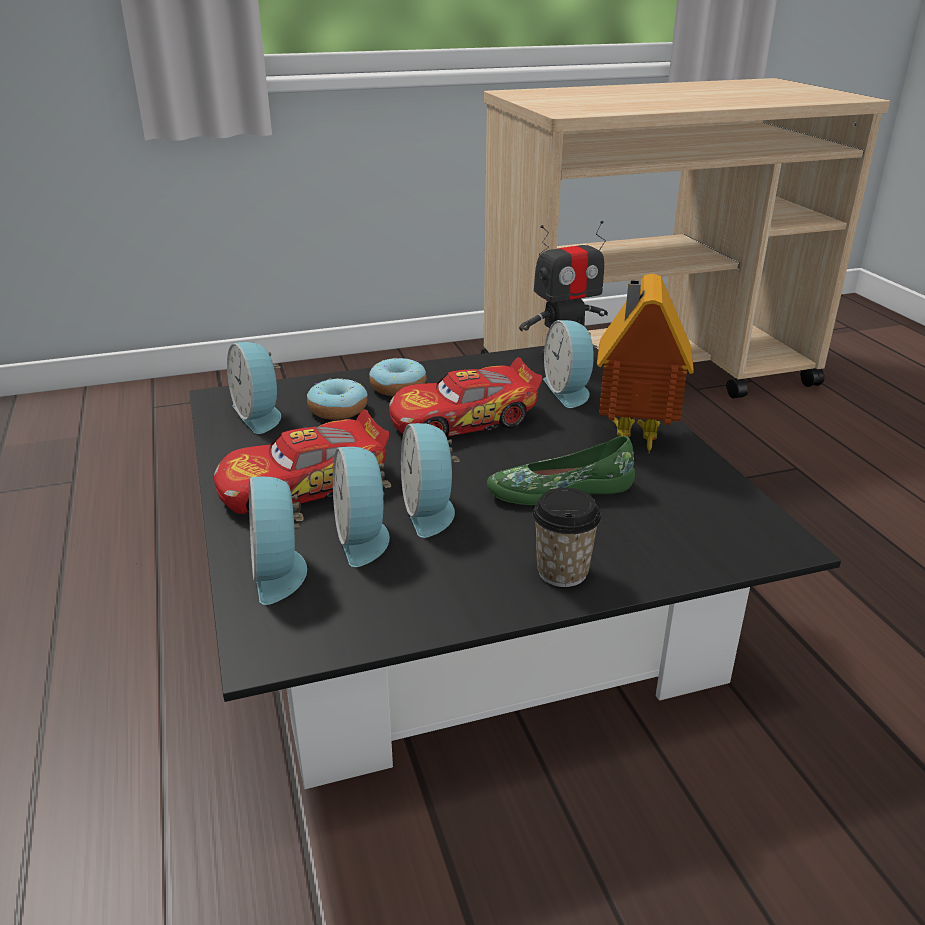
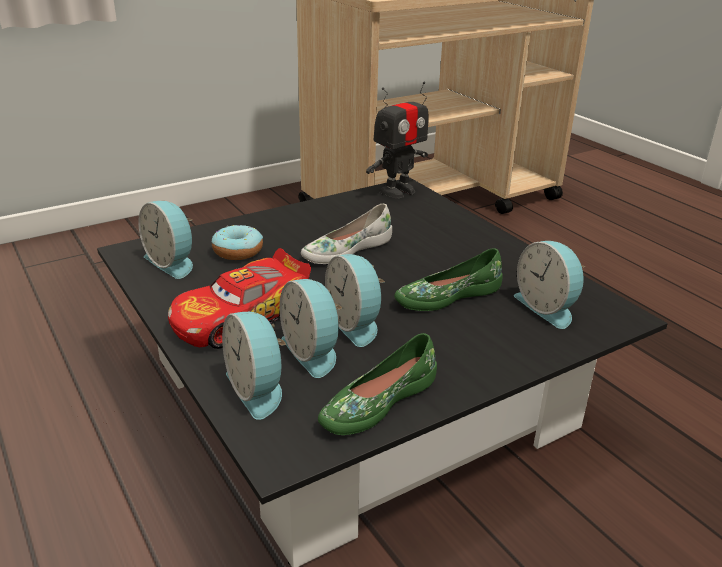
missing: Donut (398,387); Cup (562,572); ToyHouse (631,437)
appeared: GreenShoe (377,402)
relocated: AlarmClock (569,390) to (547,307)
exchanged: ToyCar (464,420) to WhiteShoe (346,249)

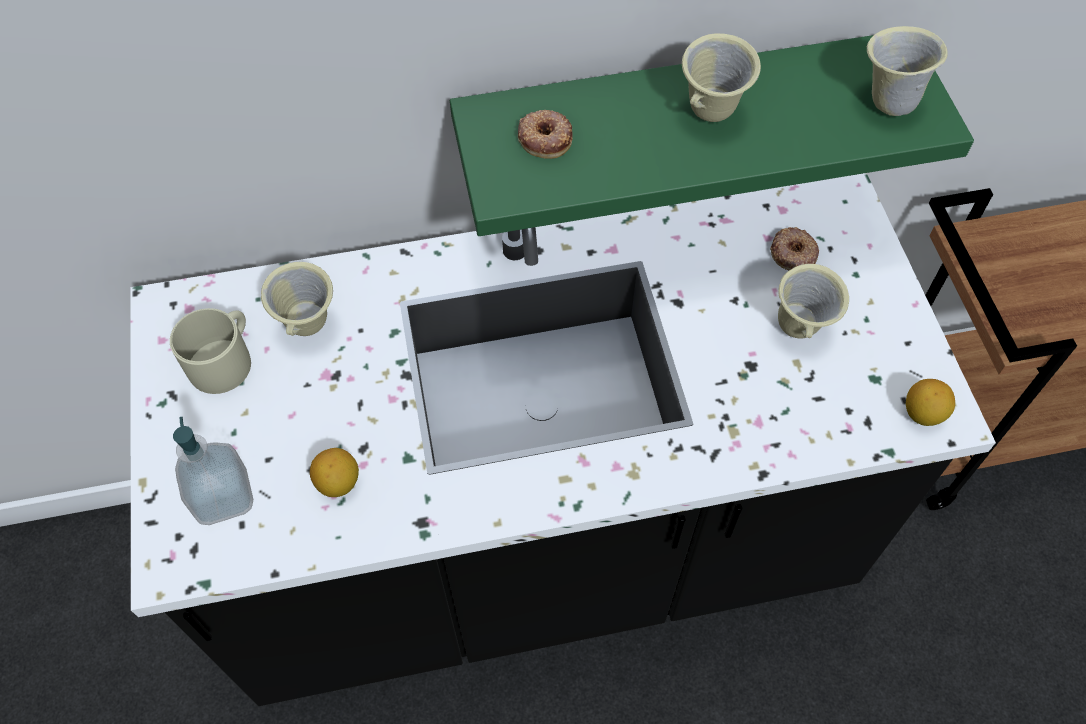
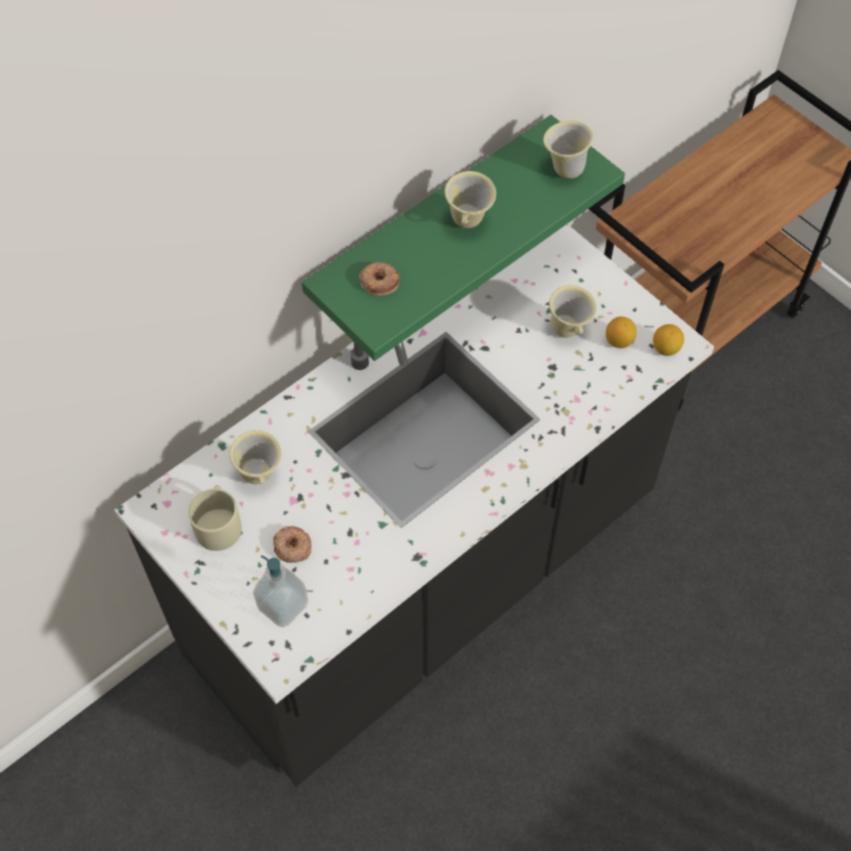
relocated: Donut (793,254) to (292,547); Lemon (339,483) to (619,341)

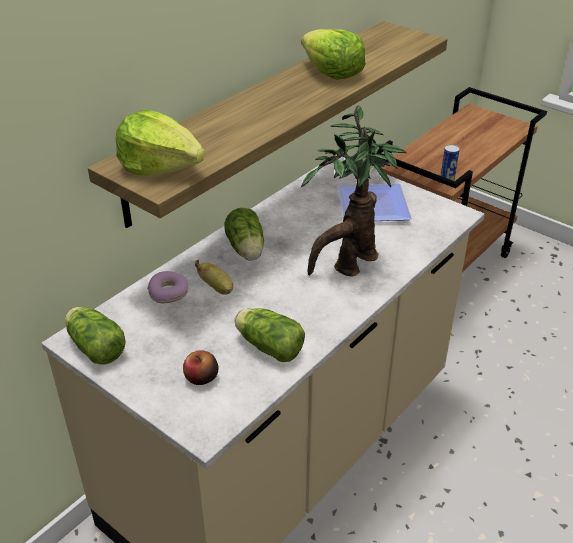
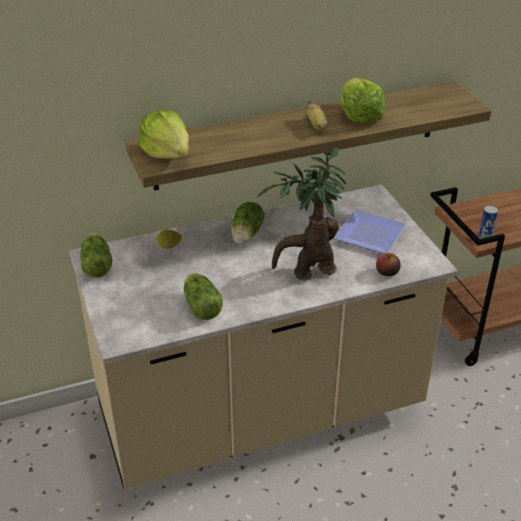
relocated: Banana (217,288) to (316,126); Apple (201,377) to (387,272)
exchanged: Donut (168,292) to Lemon (169,246)

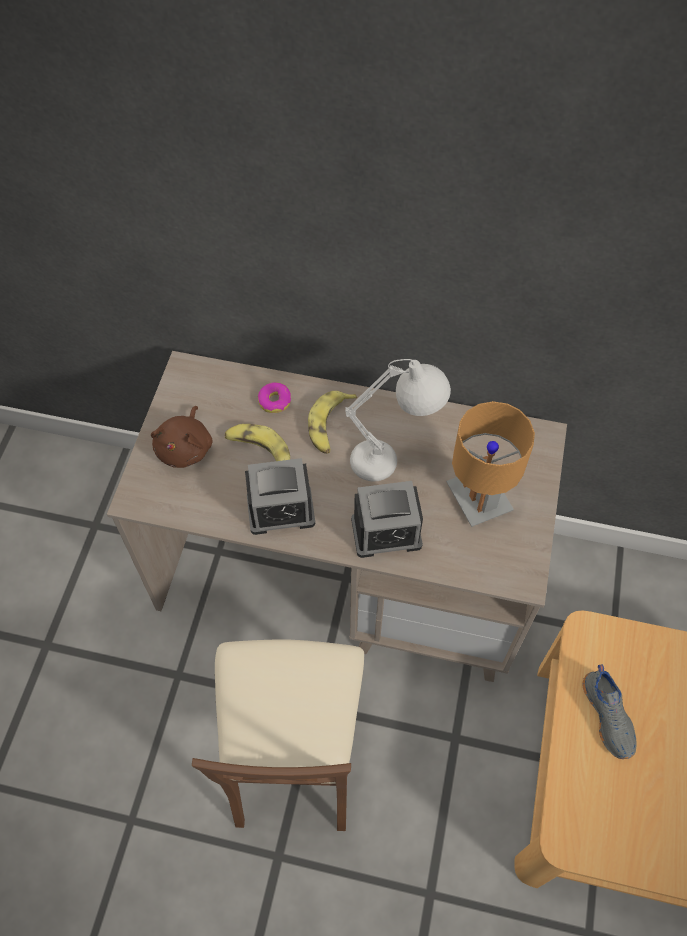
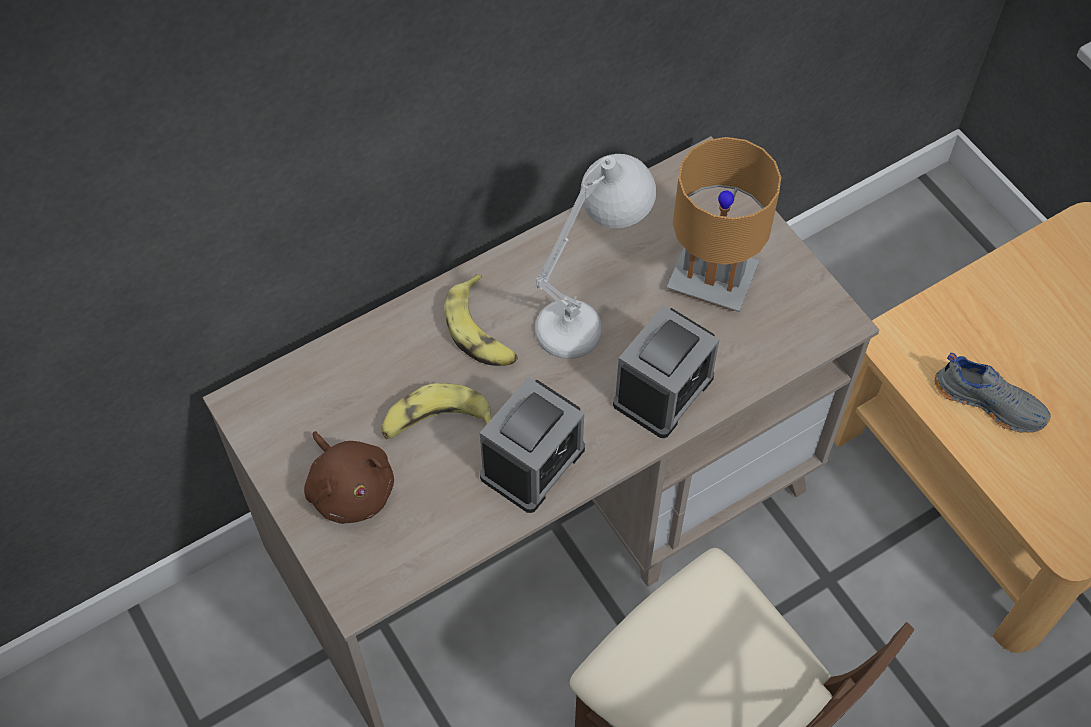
missing: Donut (275,401)

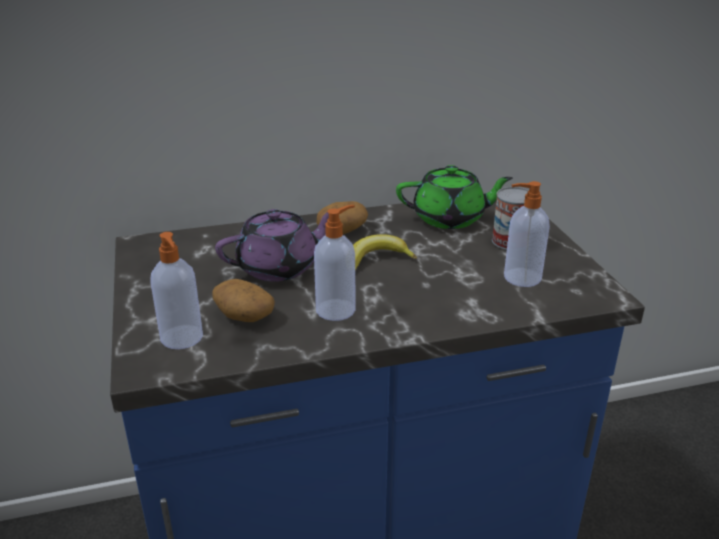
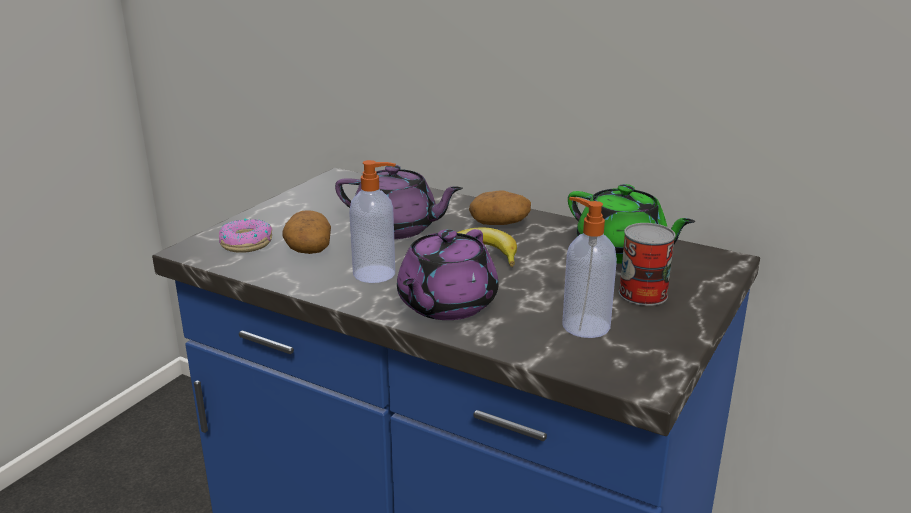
appeared: PurpleTeapot (445,305)
exchanged: SoapDispenser (182,338) to Donut (246,243)

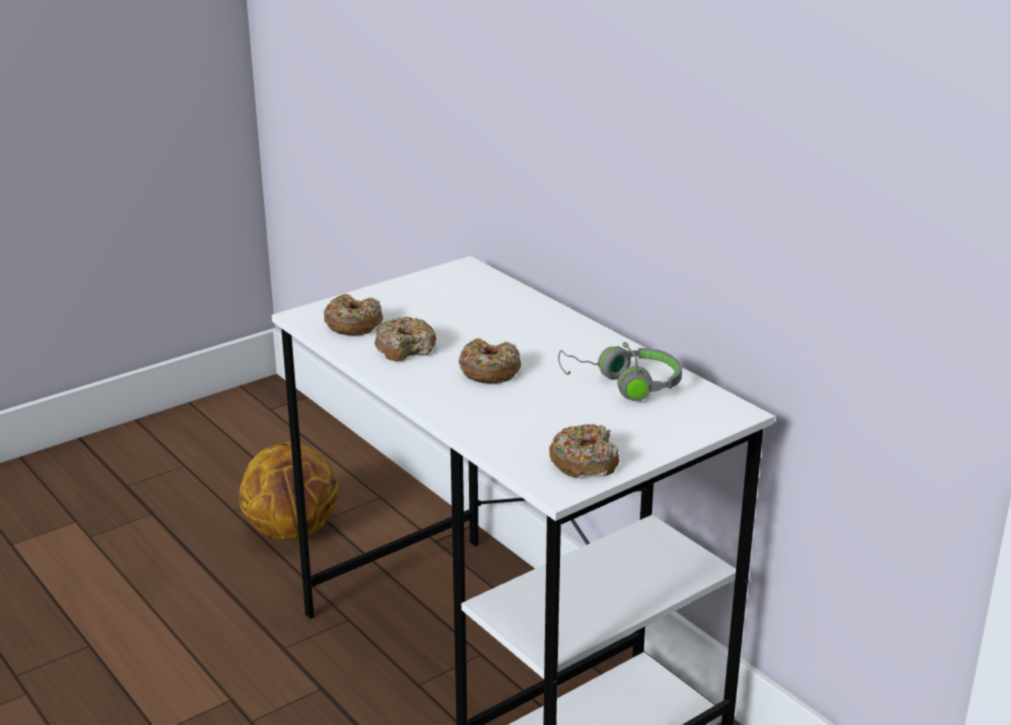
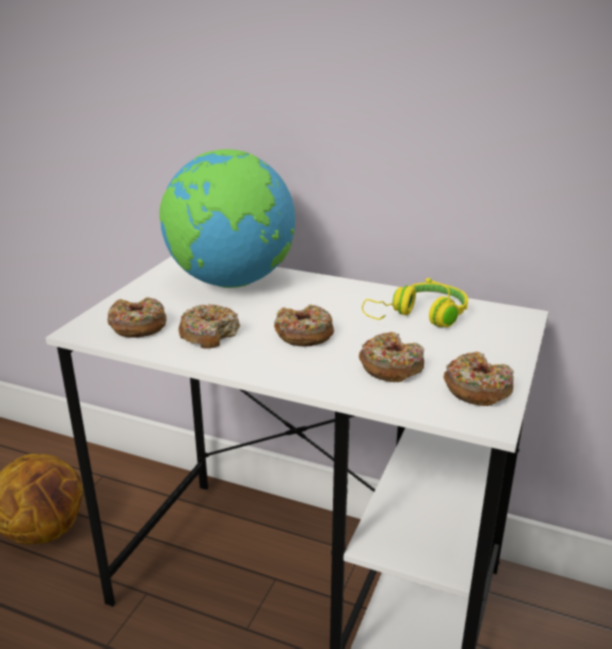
appeared: Globe (231,282); Donut (391,367)
colour: GreyHeadphones (624,385) to YellowHeadphones (420,317)

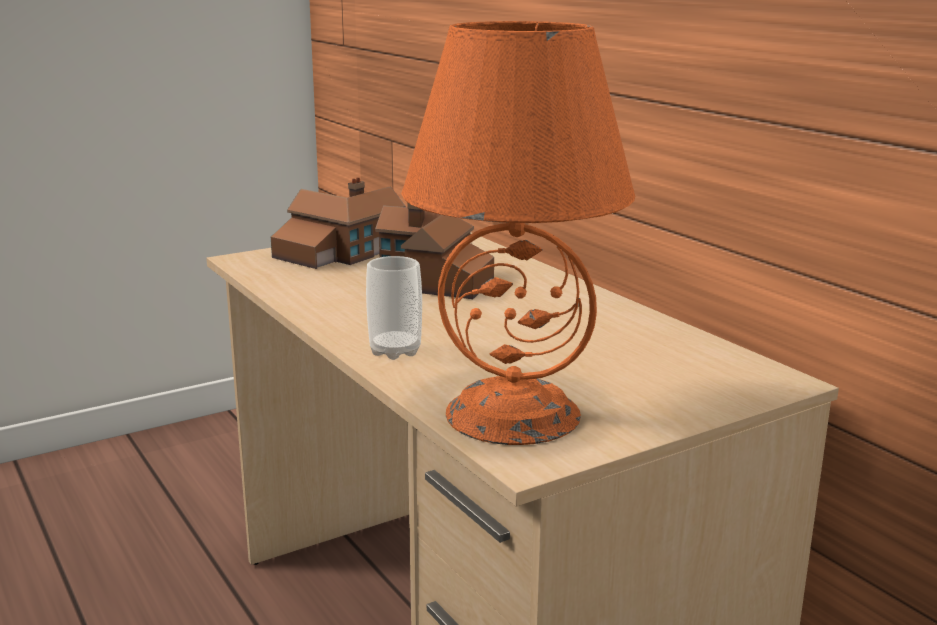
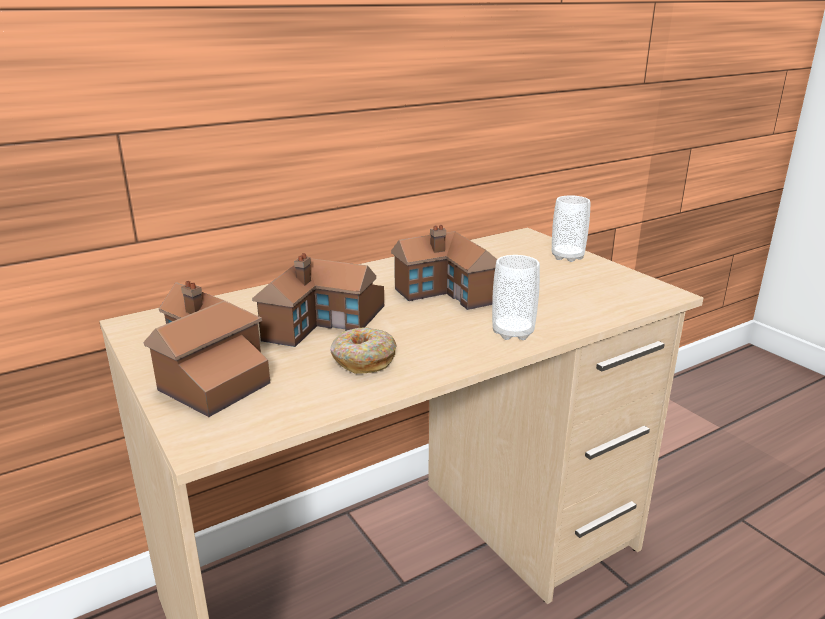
missing: OrangeTableLamp (514,413)
appeared: Donut (362,360); ToyHouse (456,293); Cup (567,257)

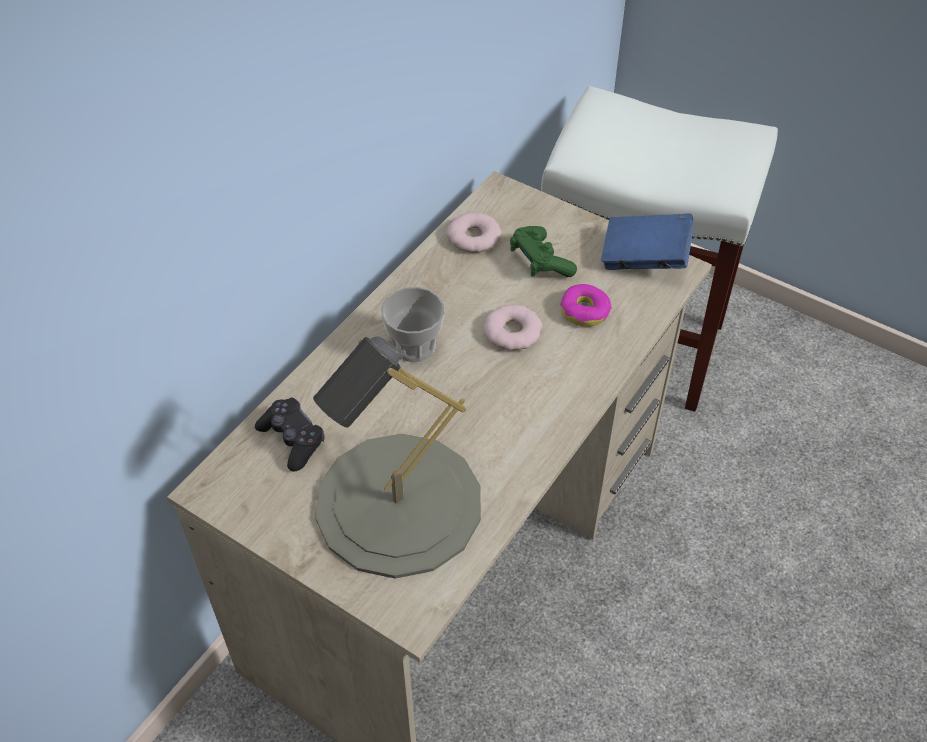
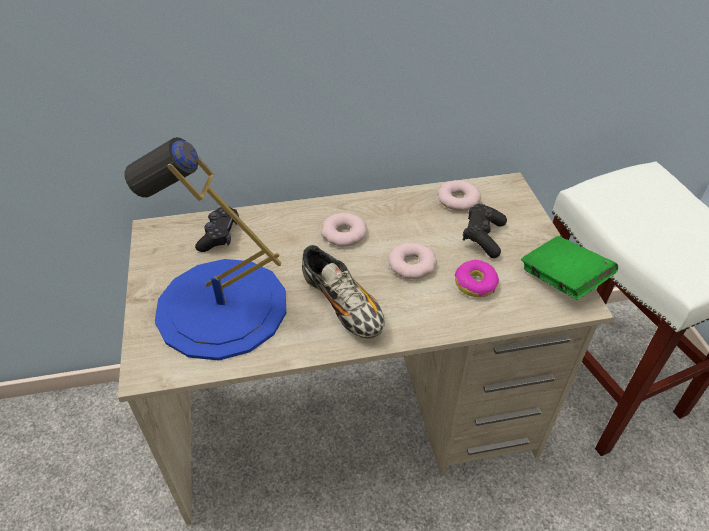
appeared: Shoe (342,305)
exchanged: Cup (414,346) to Donut (344,233)
colour: GreyTableLamp (399,504) to BlueTableLamp (221,307); GreenGameController (540,262) to BlackGameController (483,237); BlueBook (644,258) to GreenBook (562,280)

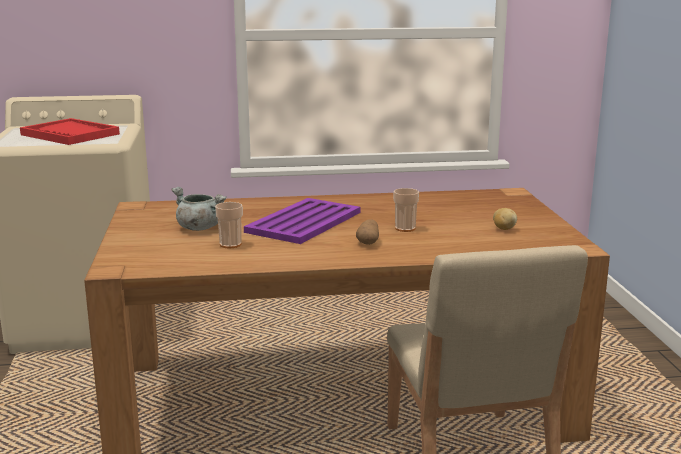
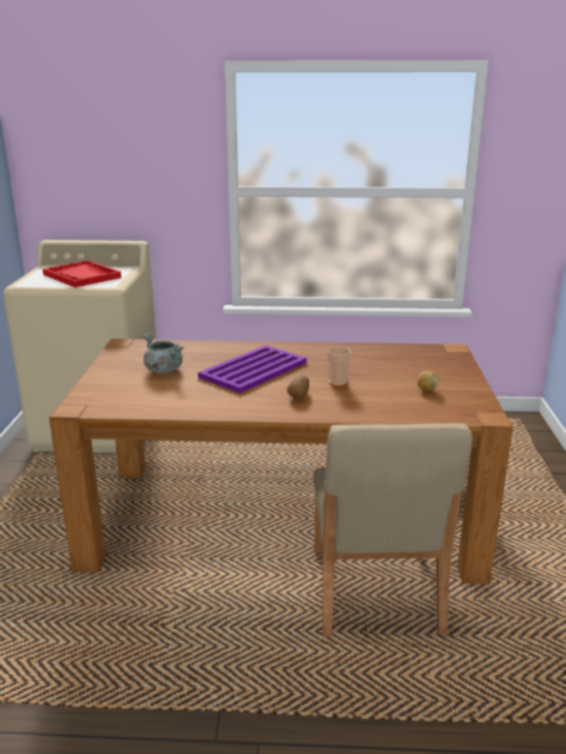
missing: Cup (230,244)

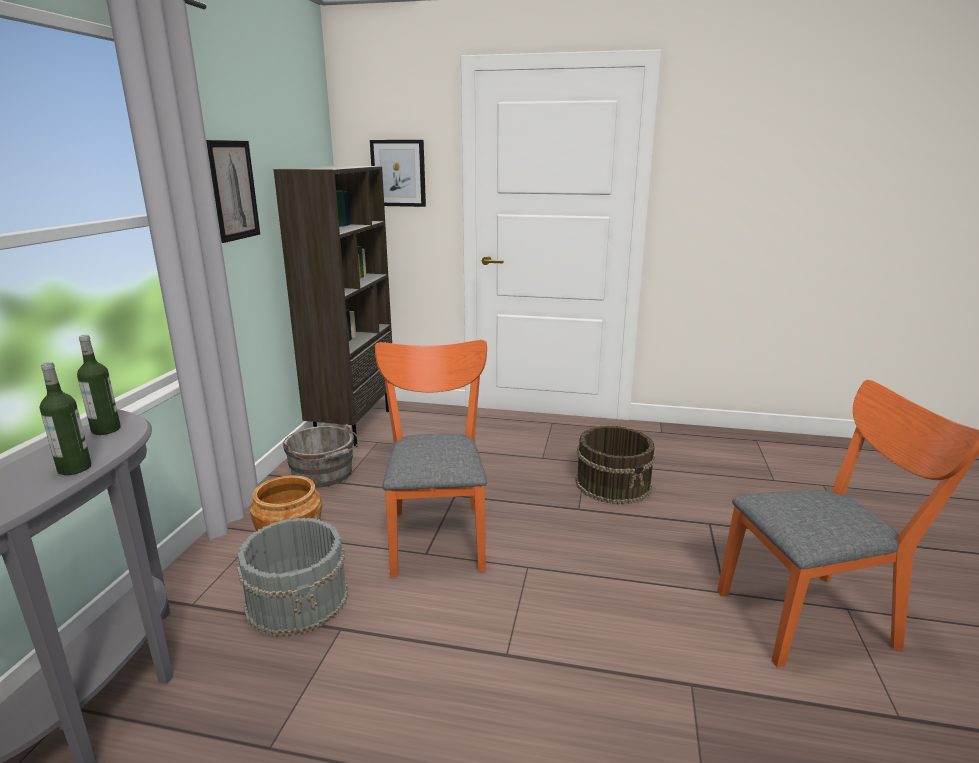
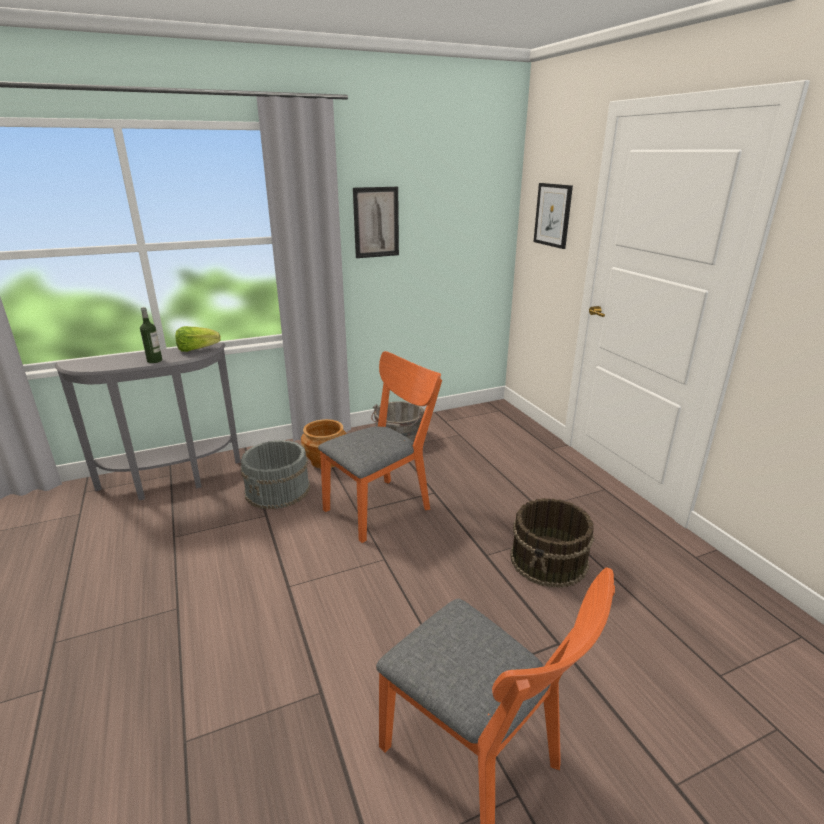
missing: BrownBookcase (353,425)
exchanged: Bottle (106,429) to Lettuce (197,349)

